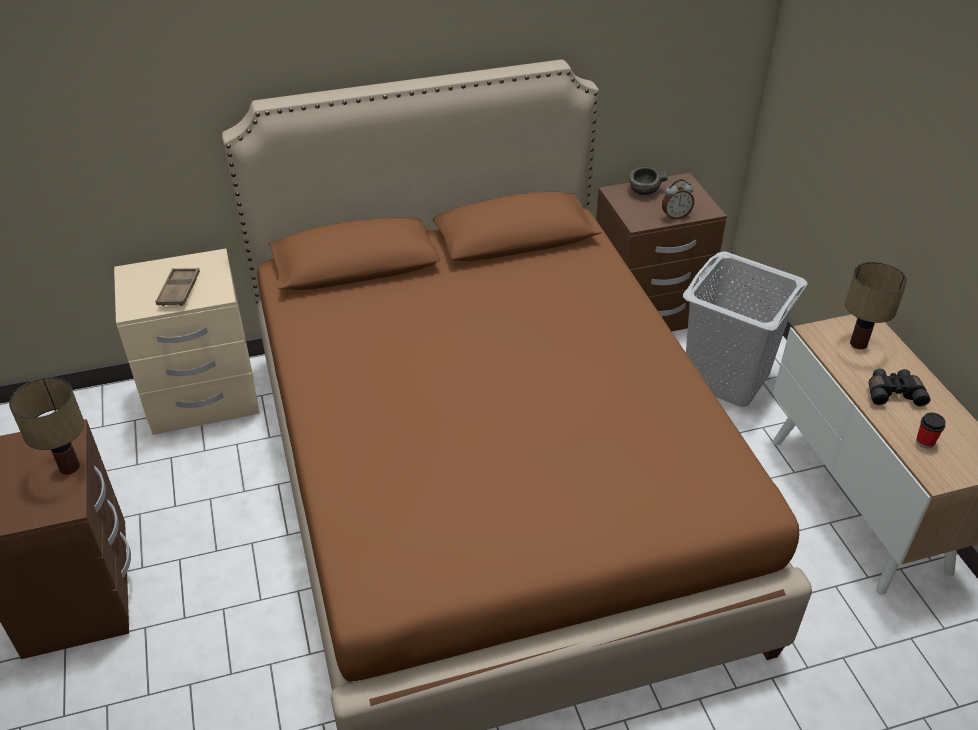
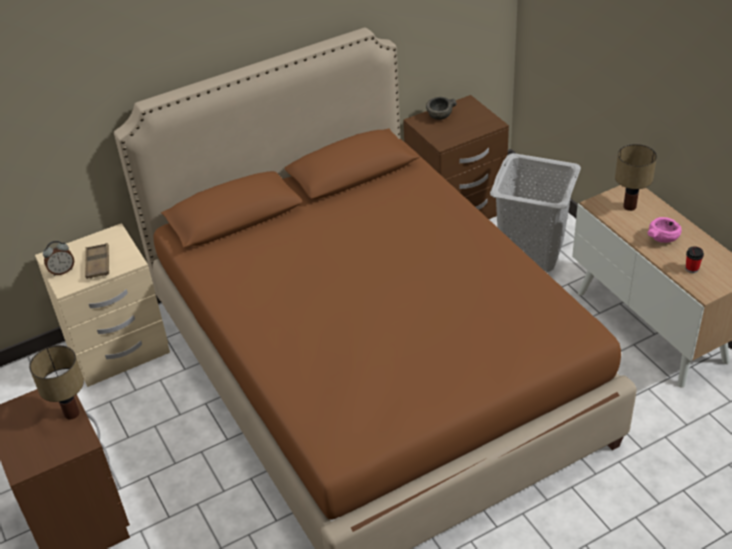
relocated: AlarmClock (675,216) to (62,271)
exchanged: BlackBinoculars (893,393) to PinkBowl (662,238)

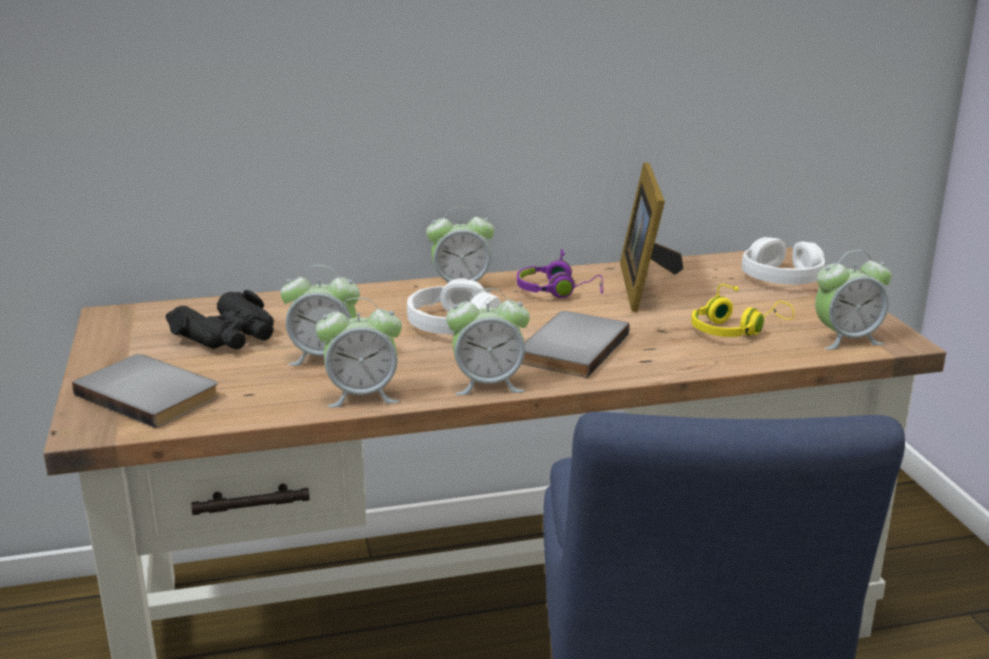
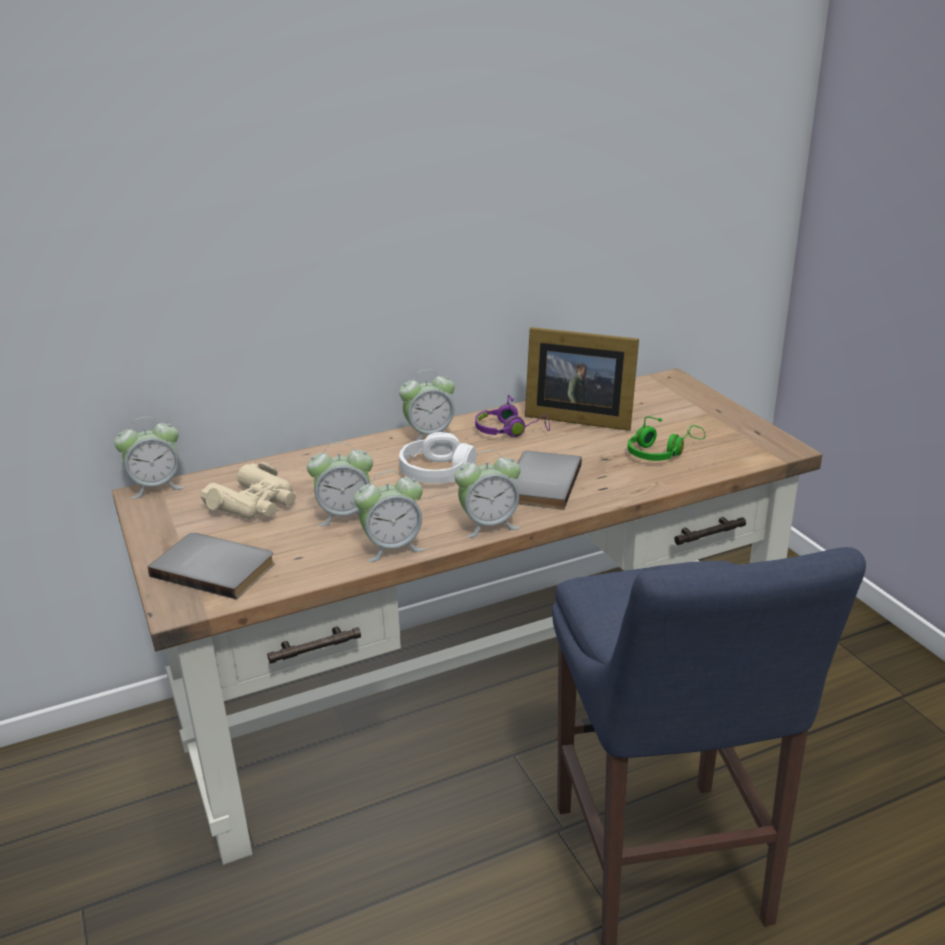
missing: WhiteHeadphones (782,277)
relocated: AlarmClock (846,339) to (156,487)
colour: BlackBinoculars (228,336) to BeigeBinoculars (255,504); YellowHeadphones (735,330) to GreenHeadphones (661,452)
spun: PictureFrame (645,285) = (576,417) 60 degrees counterclockwise

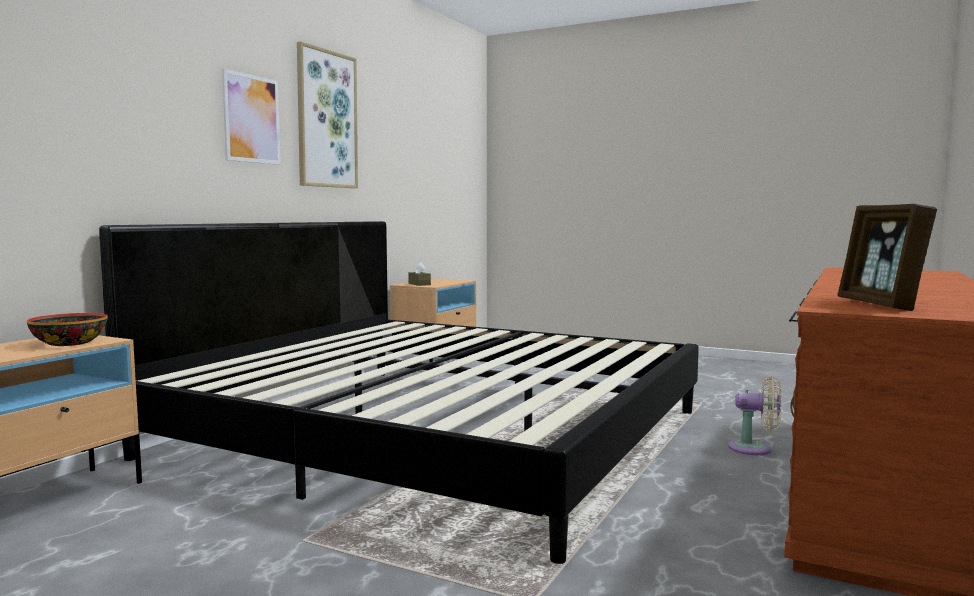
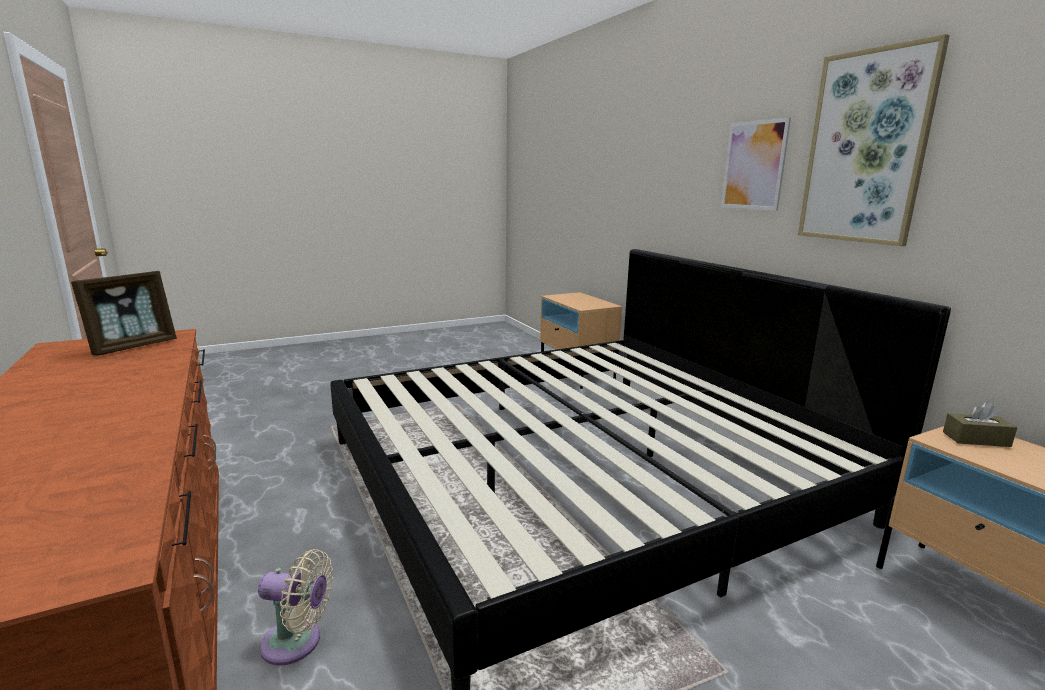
missing: Bowl (69,343)
spun: PictureFrame (880,305) = (134,346) 90 degrees clockwise; BeigeFan (755,449) = (297,643) 135 degrees counterclockwise

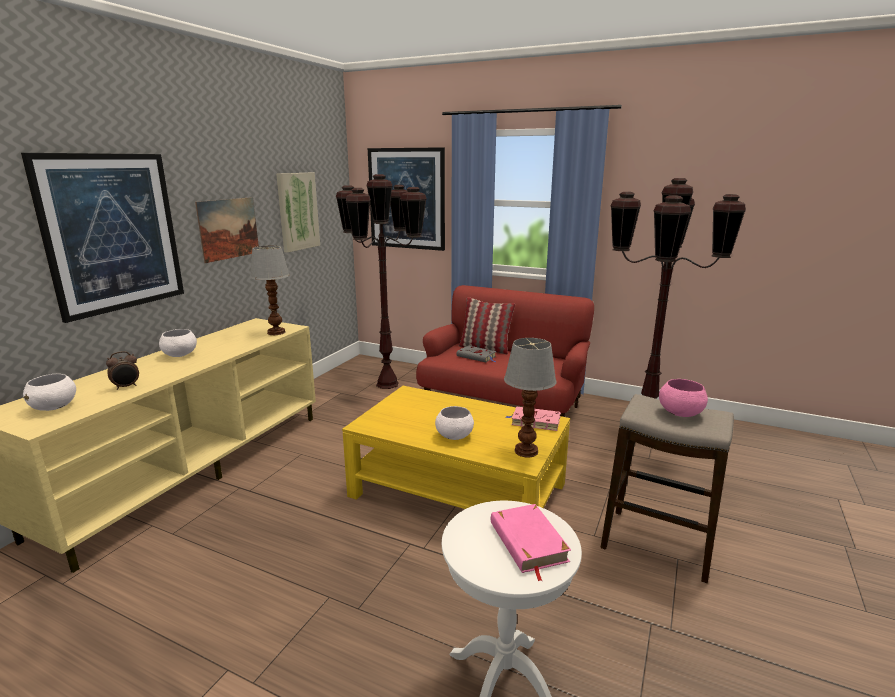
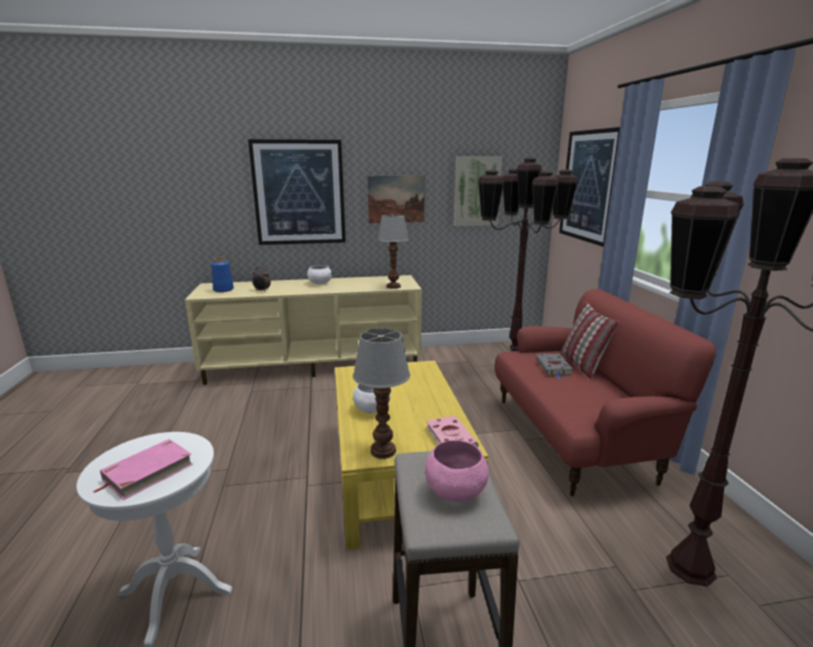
exchanged: WhiteBowl (55,407) to BlueVase (223,290)

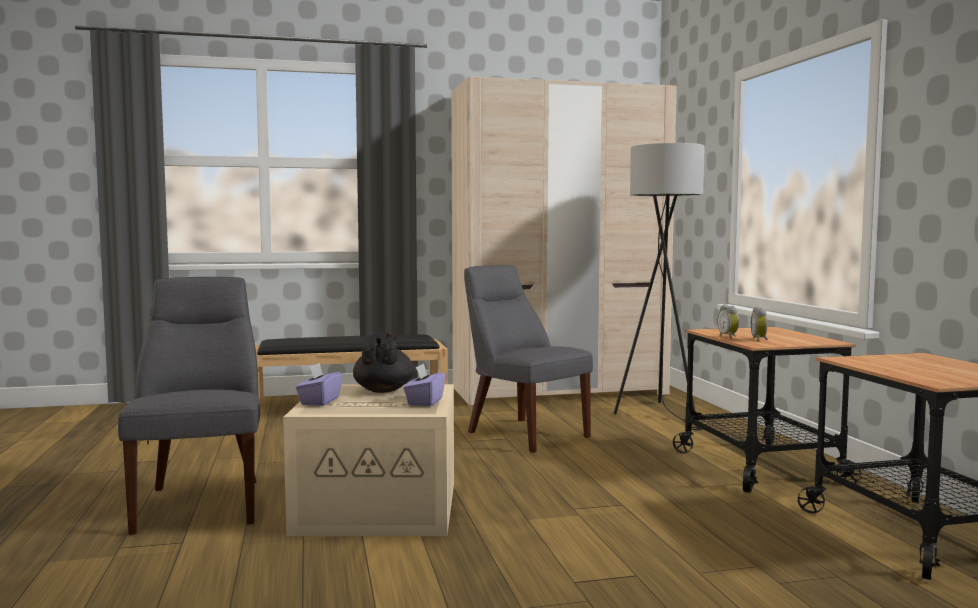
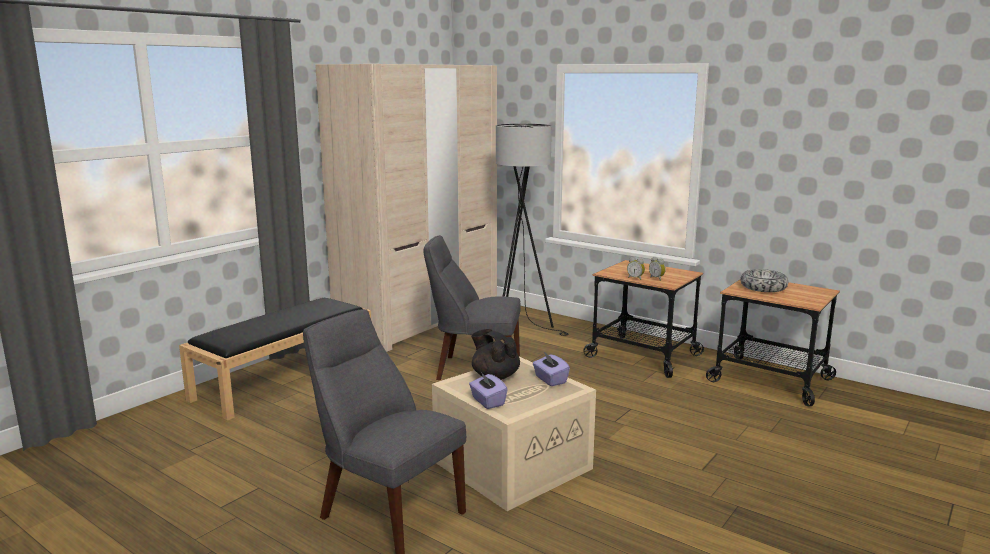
appeared: Bowl (763,287)

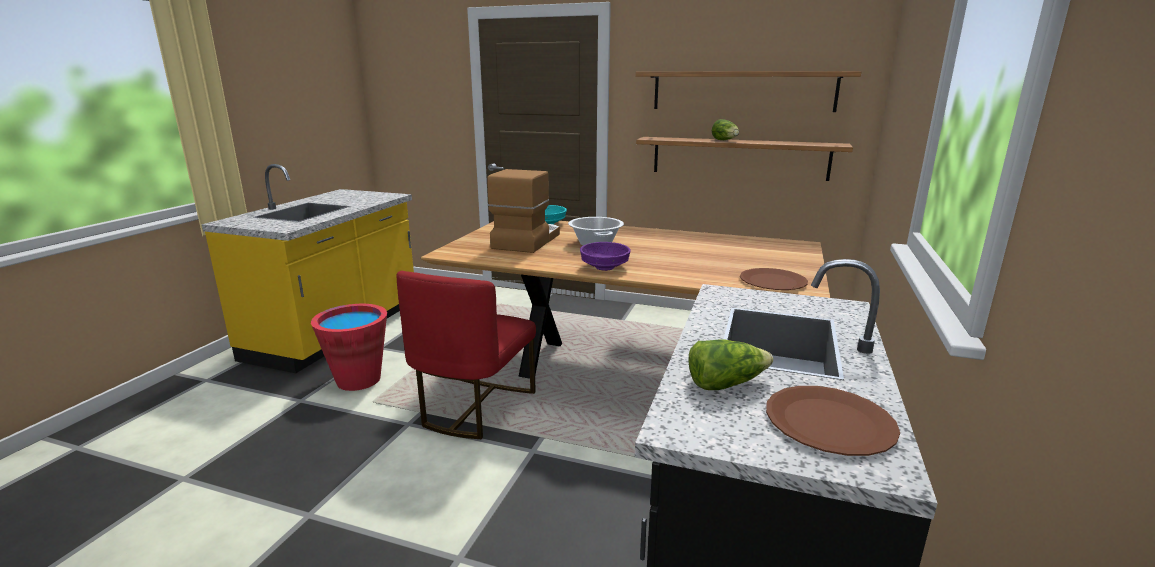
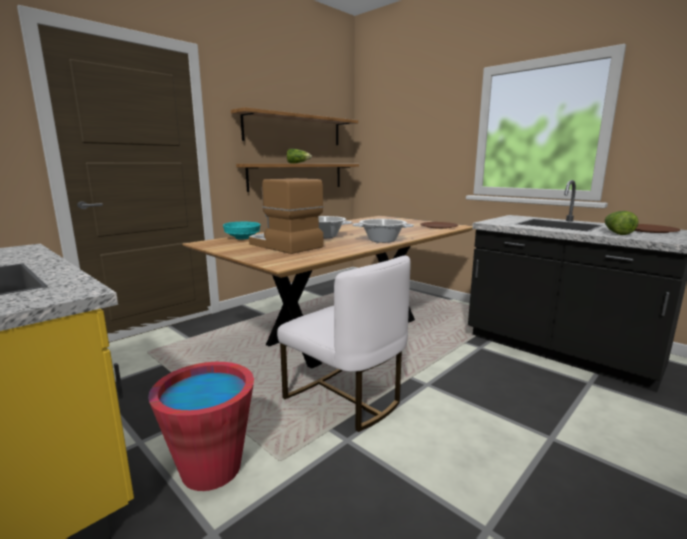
exchanged: PurpleBowl (604,267) to CookingPot (382,240)
colour: RedChair (474,408) to WhiteChair (345,398)

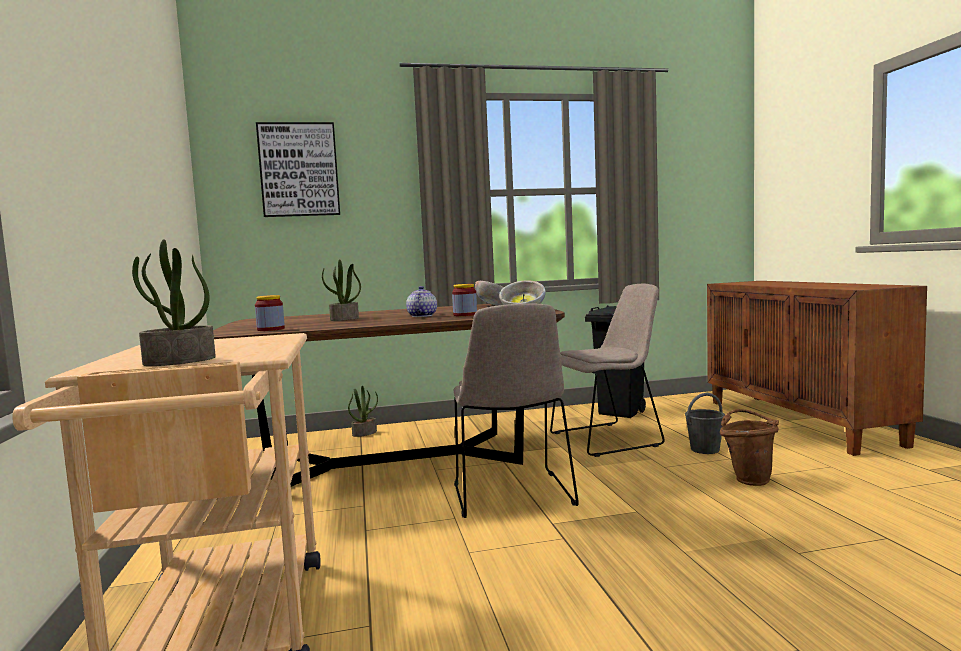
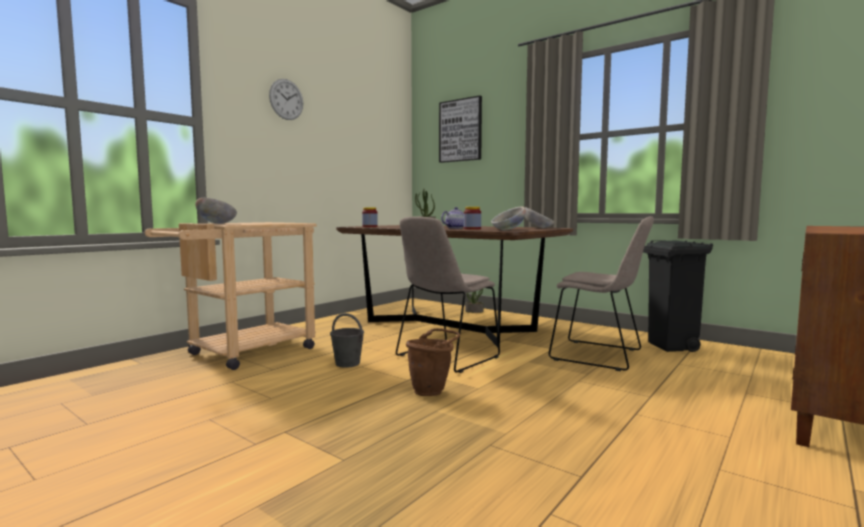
appeared: WallClock (286,99)
relocated: GreyBucket (705,449) to (348,363); BrownBucket (749,479) to (432,391)
exchanged: PottedPlant (179,361) to Bowl (216,223)

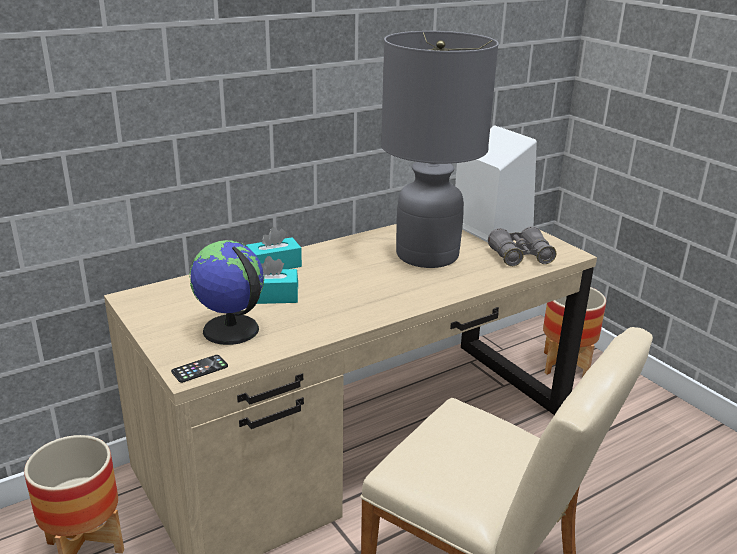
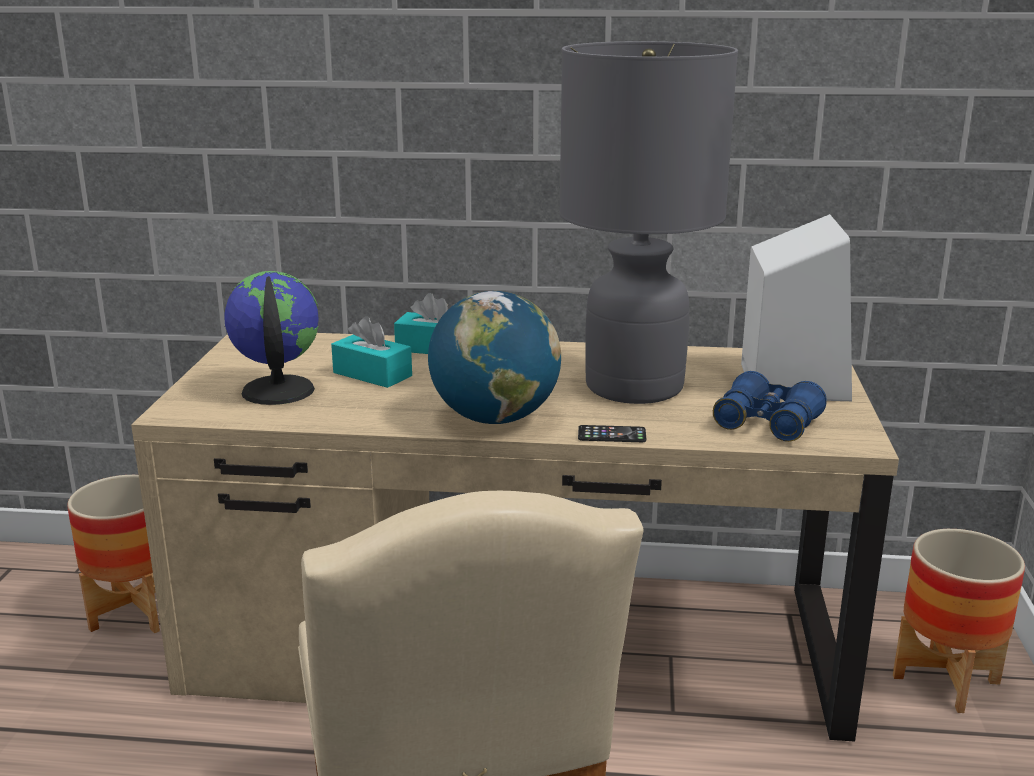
appeared: Globe (494,418)
relocated: Phone (199,369) to (611,435)
colour: GreyBinoculars (520,256) to BlueBinoculars (767,424)

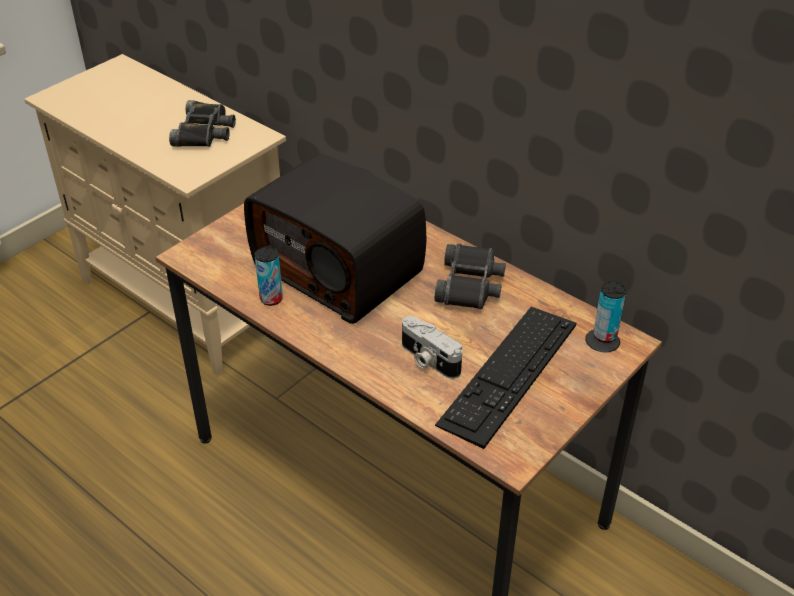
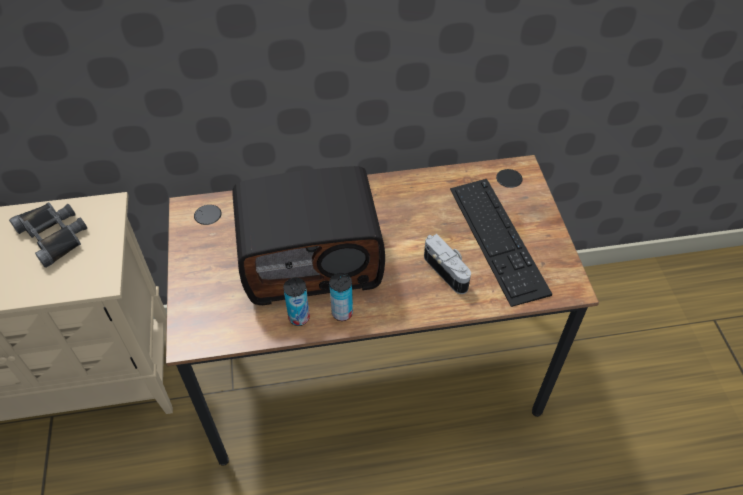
missing: BlackBinoculars (470,285)
relocated: Can (605,335) to (342,313)
spun: PhotoCamera (428,360) = (448,270) 120 degrees counterclockwise

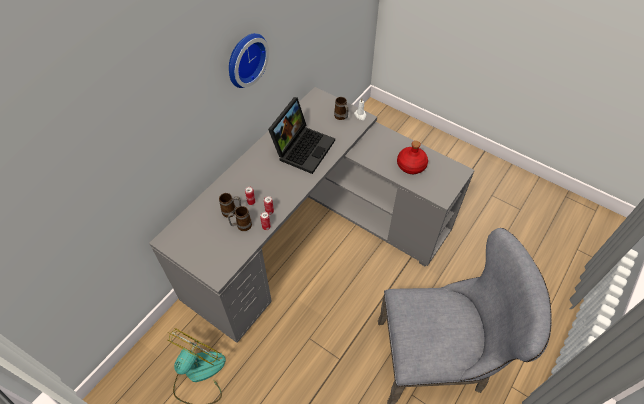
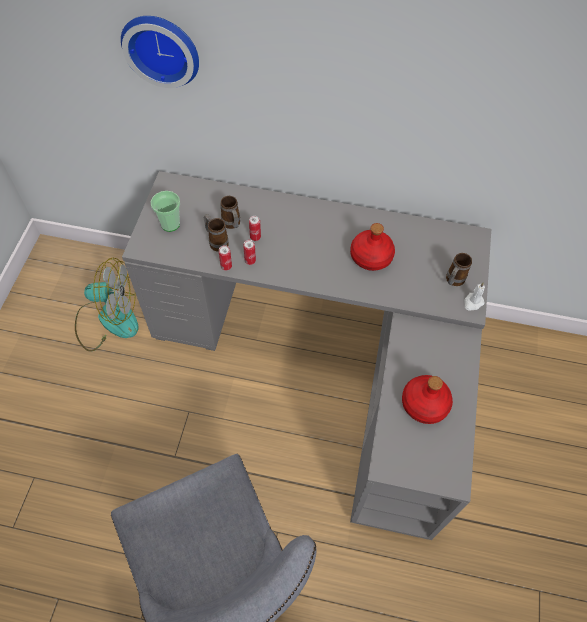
appeared: Cup (170,224)
relocated: WallClock (244,59) to (162,48)
exchanged: Laptop (303,147) to RedBottle (371,256)

